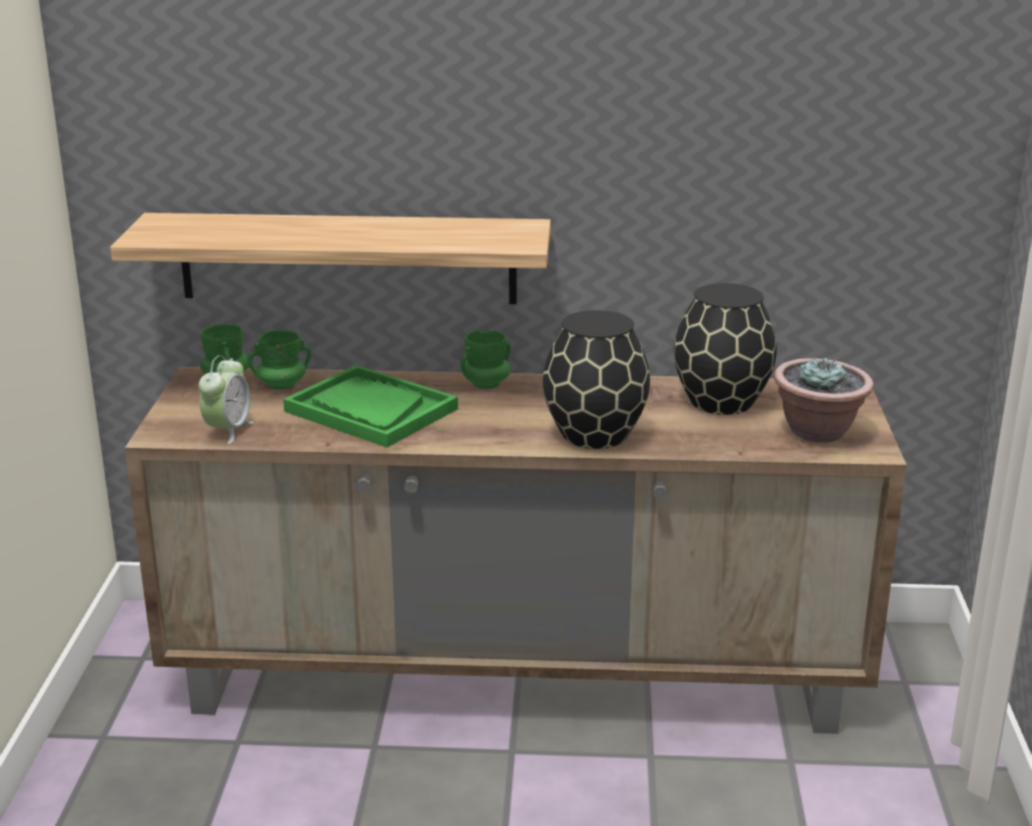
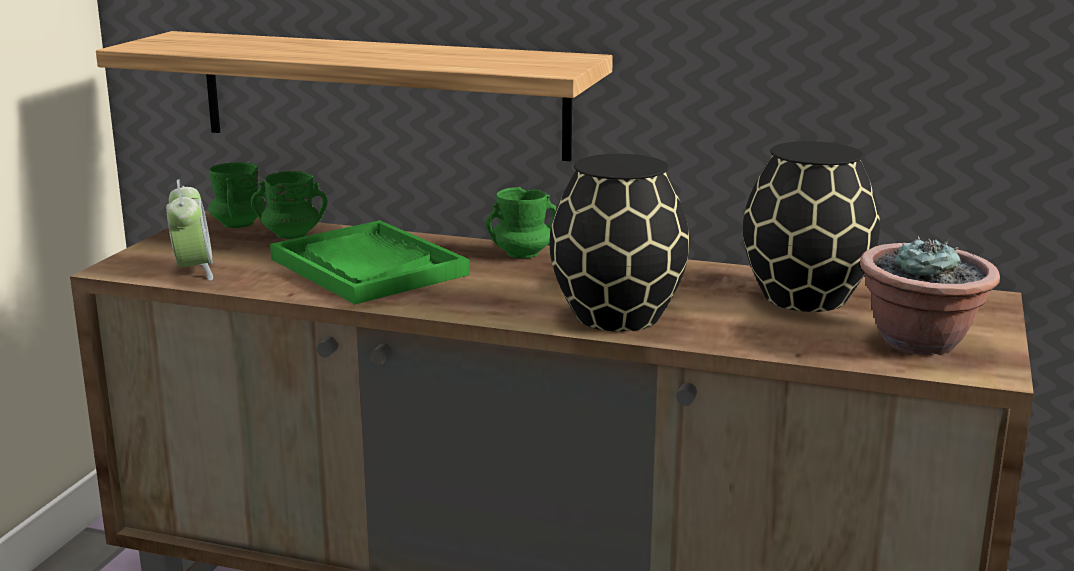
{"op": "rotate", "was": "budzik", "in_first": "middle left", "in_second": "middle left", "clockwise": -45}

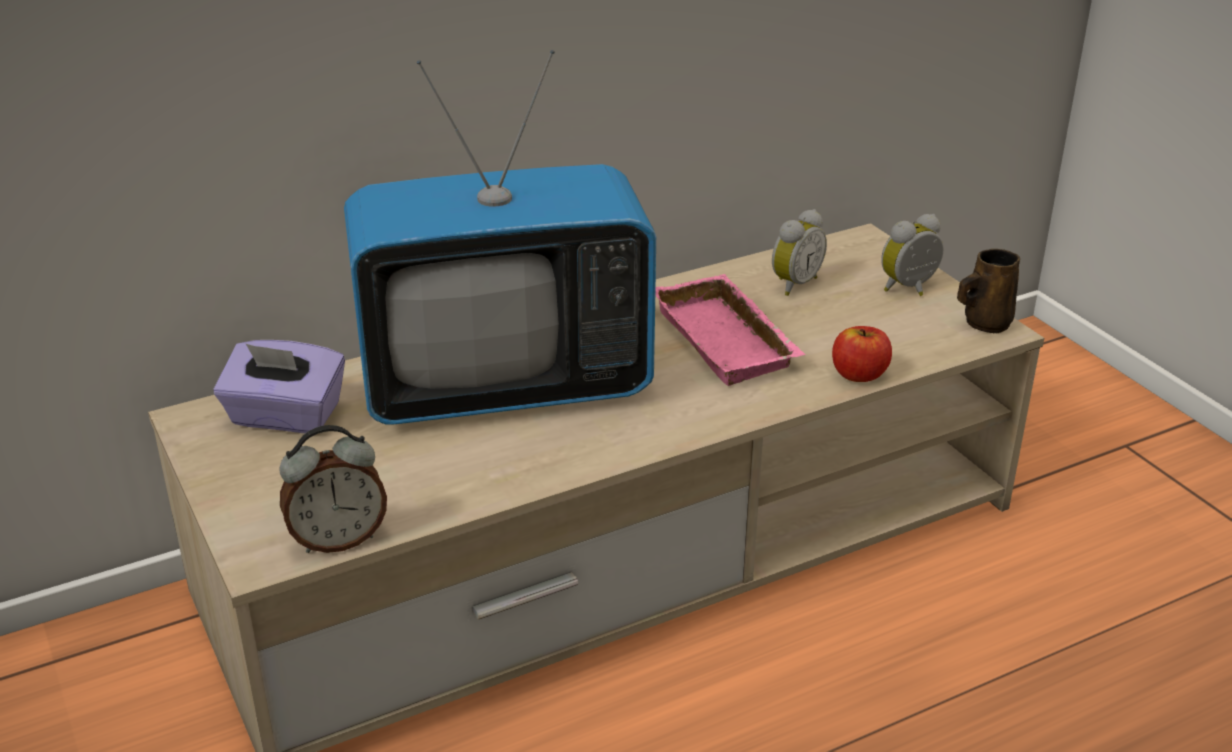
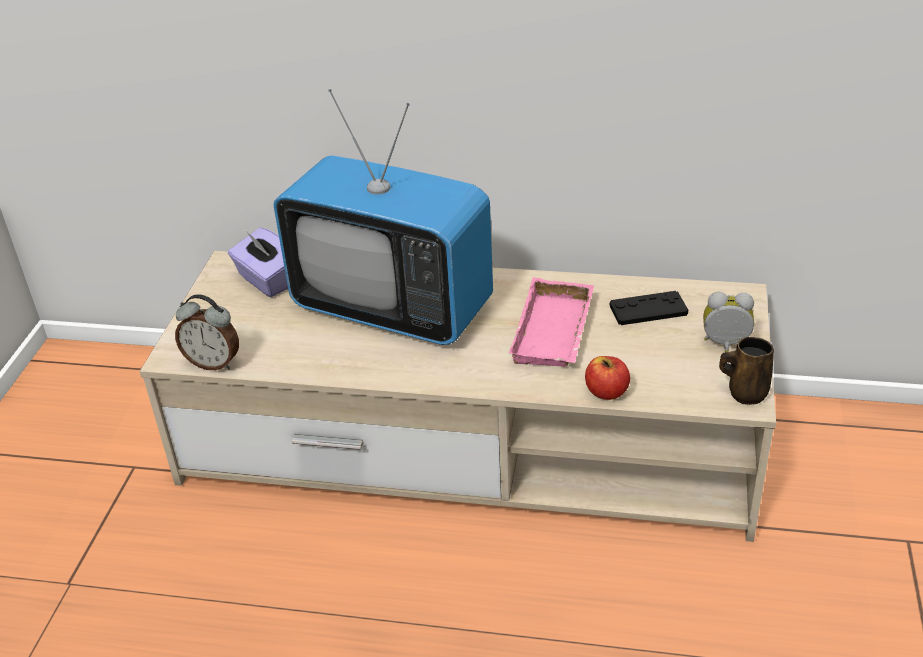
{"op": "replace", "was": "budzik (2nd from left)", "now": "pad do gier/czarny", "in_first": "centre", "in_second": "middle right"}

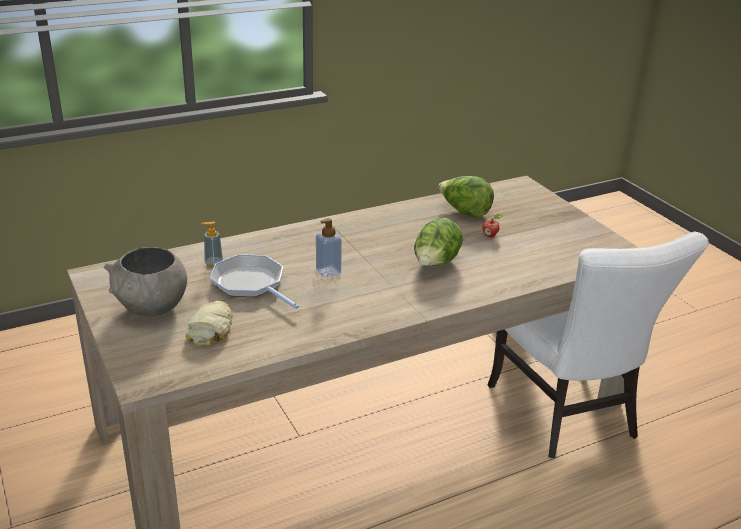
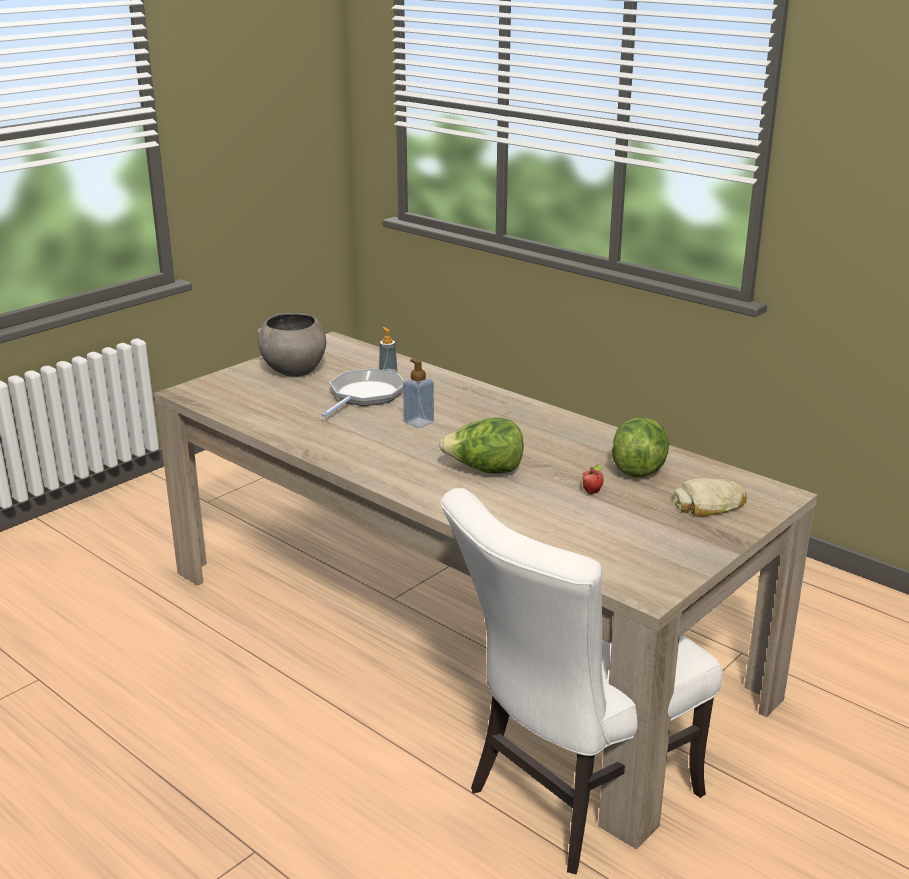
{"op": "move", "was": "chleb", "in_first": "middle left", "in_second": "middle right"}

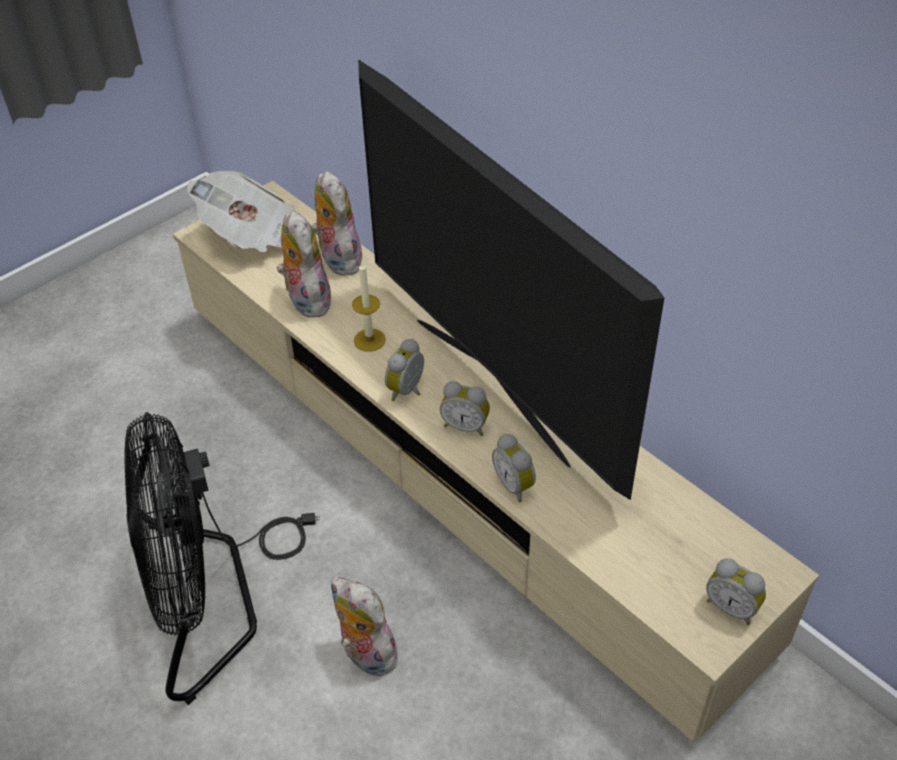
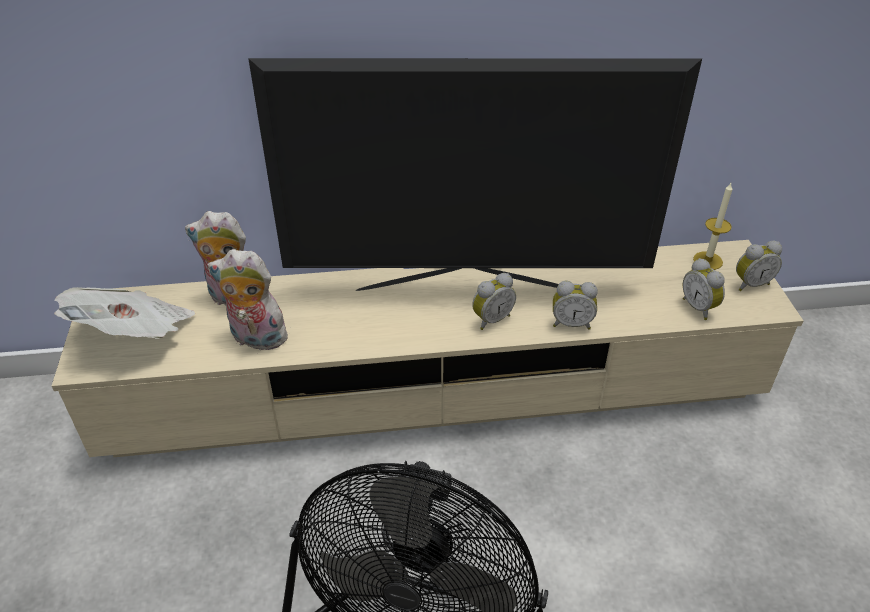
{"op": "delete", "was": "pluszak (3rd from left)", "in_first": "bottom centre"}
{"op": "move", "was": "świeca", "in_first": "centre", "in_second": "middle right"}
{"op": "move", "was": "budzik (1st from left in the first image)", "now": "budzik (3rd from left)", "in_first": "centre", "in_second": "middle right"}

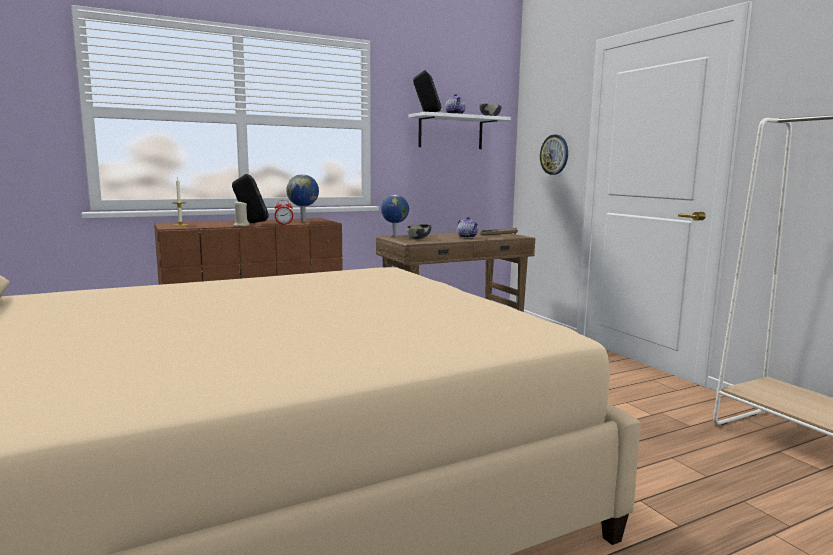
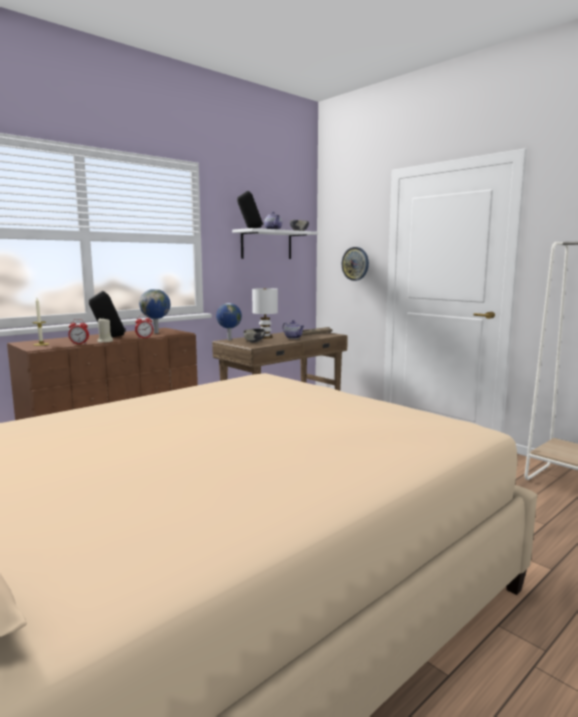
{"op": "insert", "now": "budzik (1st from left)", "in_second": "middle left"}
{"op": "insert", "now": "lampa stołowa/biały", "in_second": "centre"}

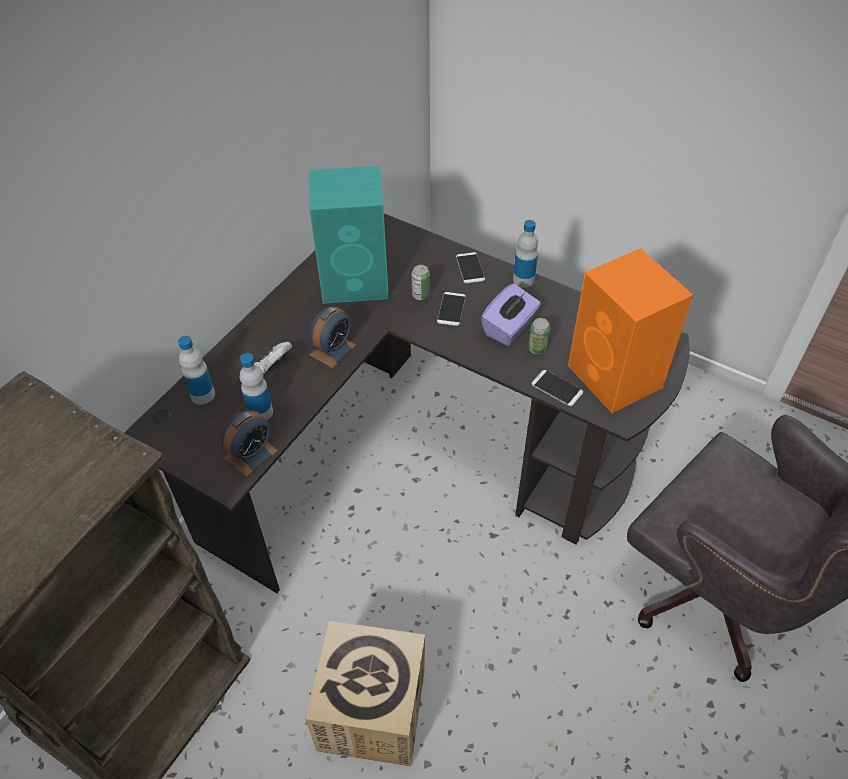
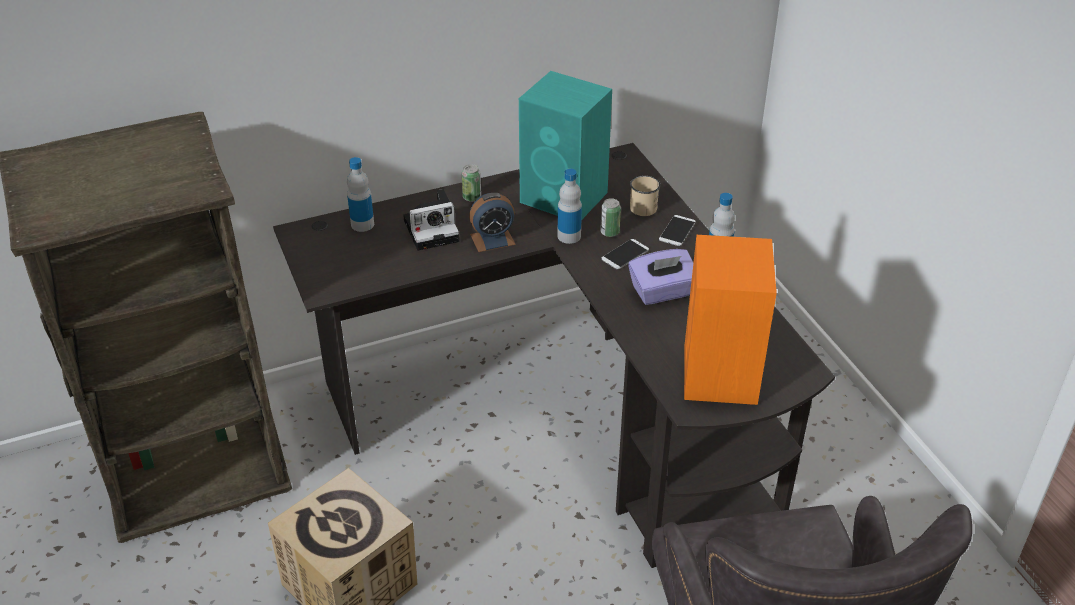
{"op": "delete", "was": "budzik (1st from left)", "in_first": "middle left"}
{"op": "move", "was": "butelka (2nd from left)", "in_first": "middle left", "in_second": "centre"}
{"op": "replace", "was": "pad do gier/biały", "now": "aparat fotograficzny", "in_first": "middle left", "in_second": "centre"}
{"op": "move", "was": "puszka (2nd from left in the first image)", "now": "puszka (1st from left)", "in_first": "centre", "in_second": "top centre"}
{"op": "delete", "was": "telefon (3rd from left)", "in_first": "centre"}
{"op": "insert", "now": "kubek/beżowy", "in_second": "top centre"}

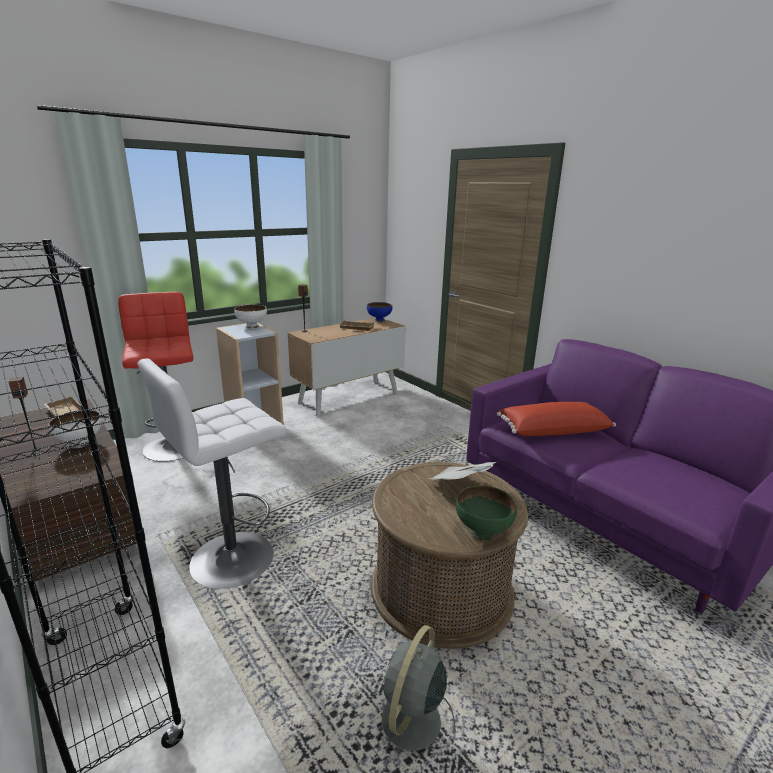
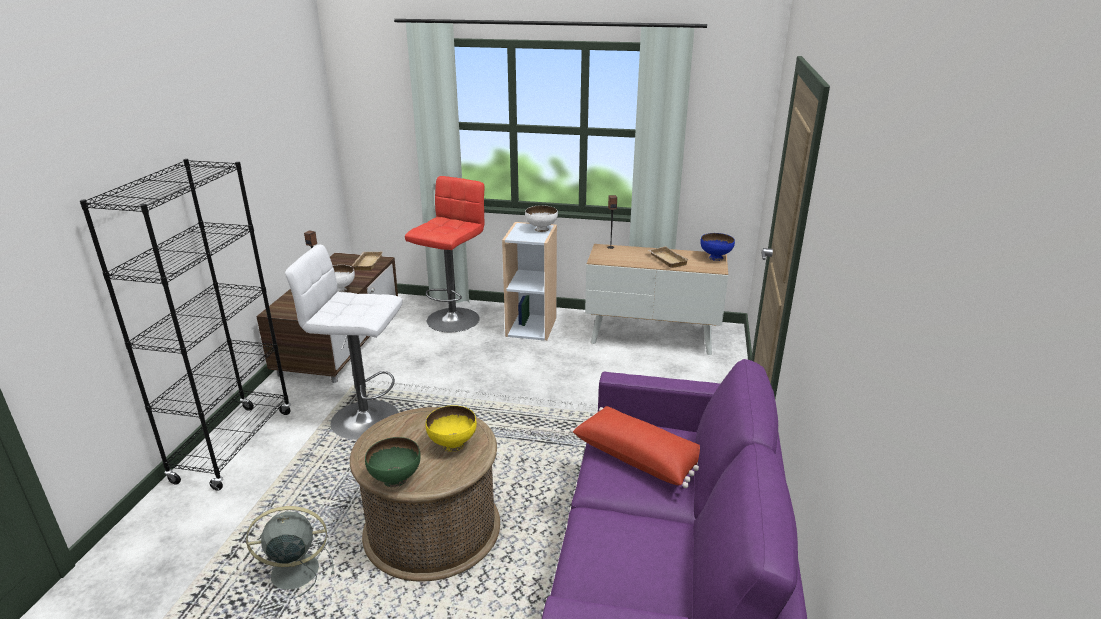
{"op": "replace", "was": "gazeta", "now": "miska/żółty", "in_first": "centre", "in_second": "bottom centre"}

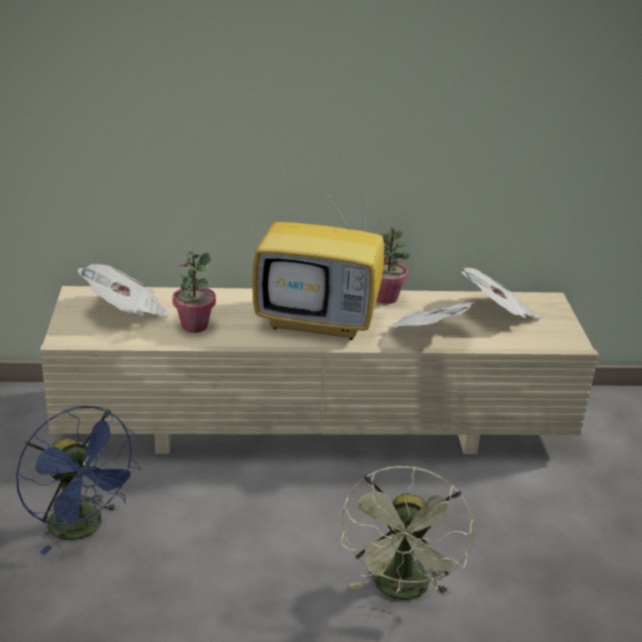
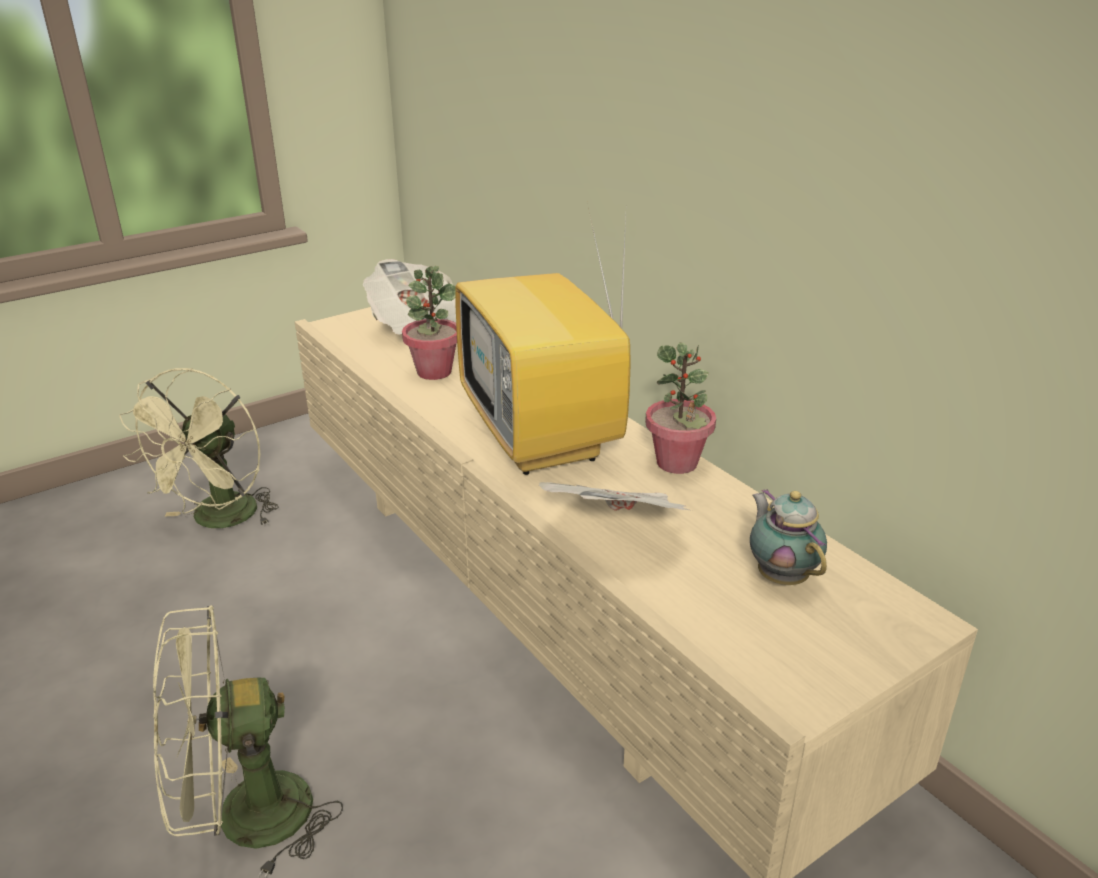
{"op": "recolor", "was": "wentylator/niebieski", "now": "wentylator/zielony (1st from left)", "in_first": "bottom left", "in_second": "middle left"}
{"op": "replace", "was": "gazeta (3rd from left)", "now": "imbryk", "in_first": "middle right", "in_second": "middle right"}

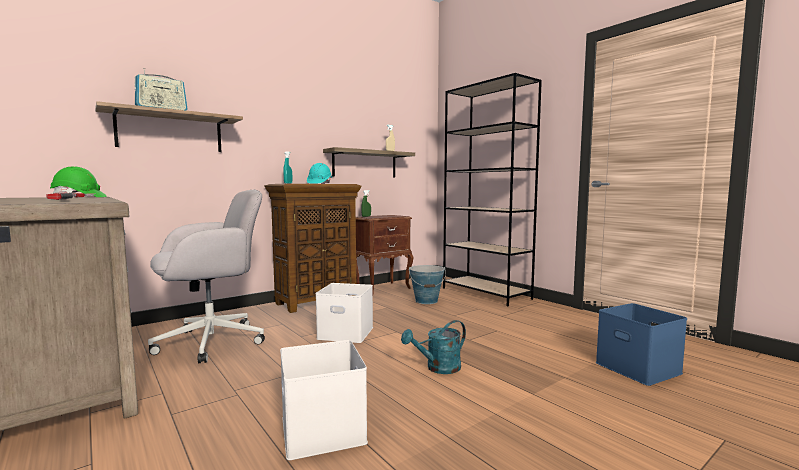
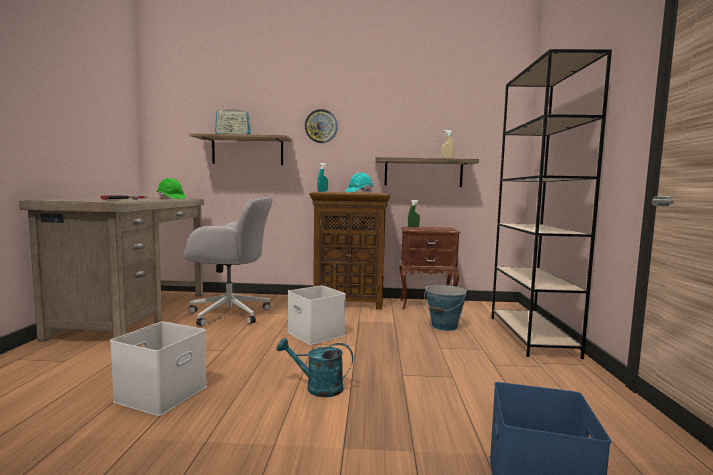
{"op": "insert", "now": "zegar ścienny", "in_second": "top centre"}

